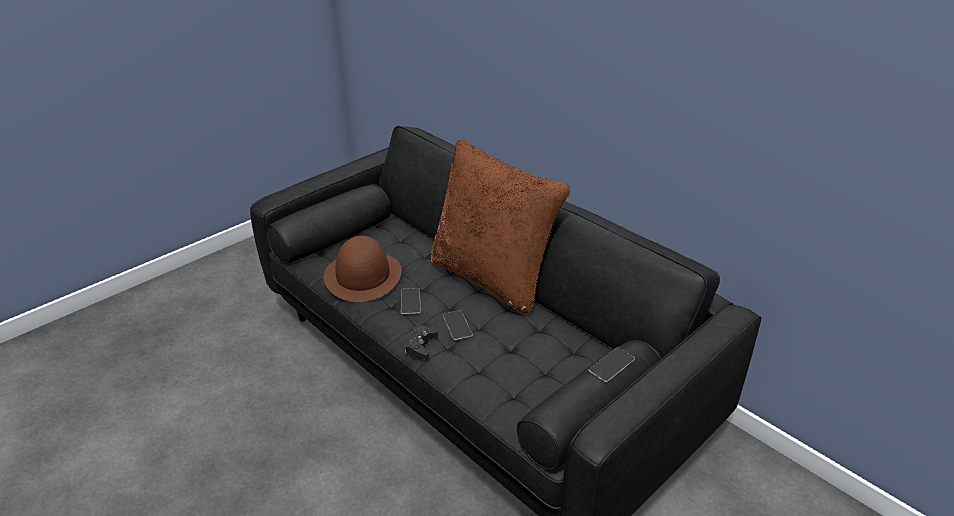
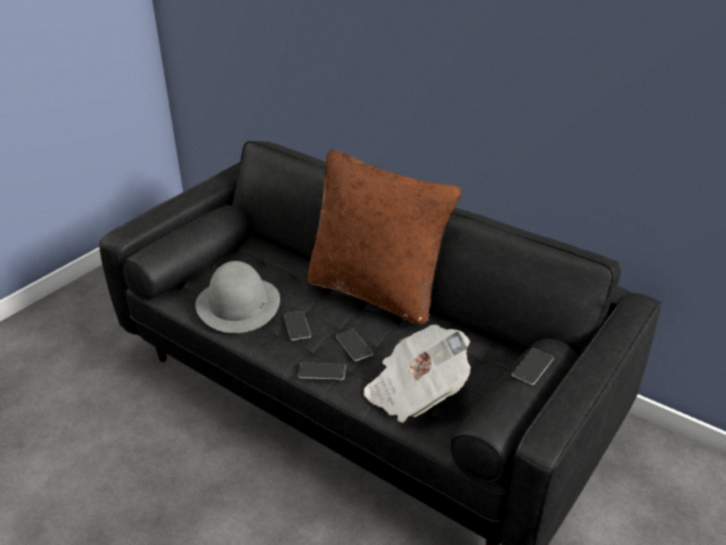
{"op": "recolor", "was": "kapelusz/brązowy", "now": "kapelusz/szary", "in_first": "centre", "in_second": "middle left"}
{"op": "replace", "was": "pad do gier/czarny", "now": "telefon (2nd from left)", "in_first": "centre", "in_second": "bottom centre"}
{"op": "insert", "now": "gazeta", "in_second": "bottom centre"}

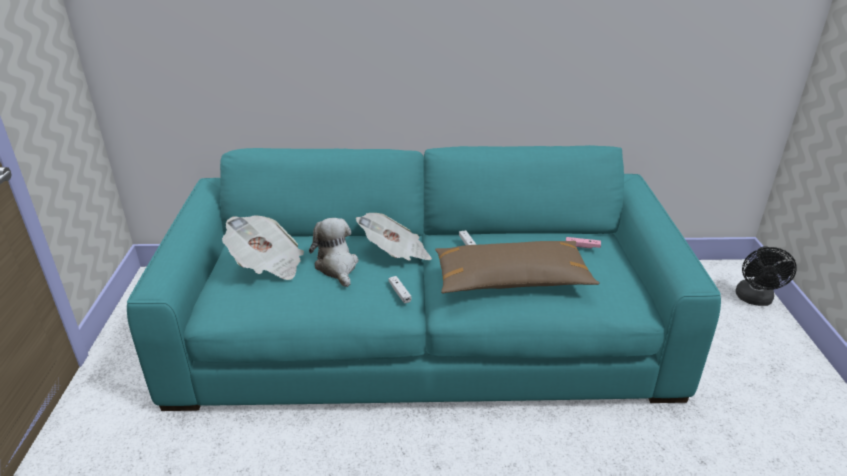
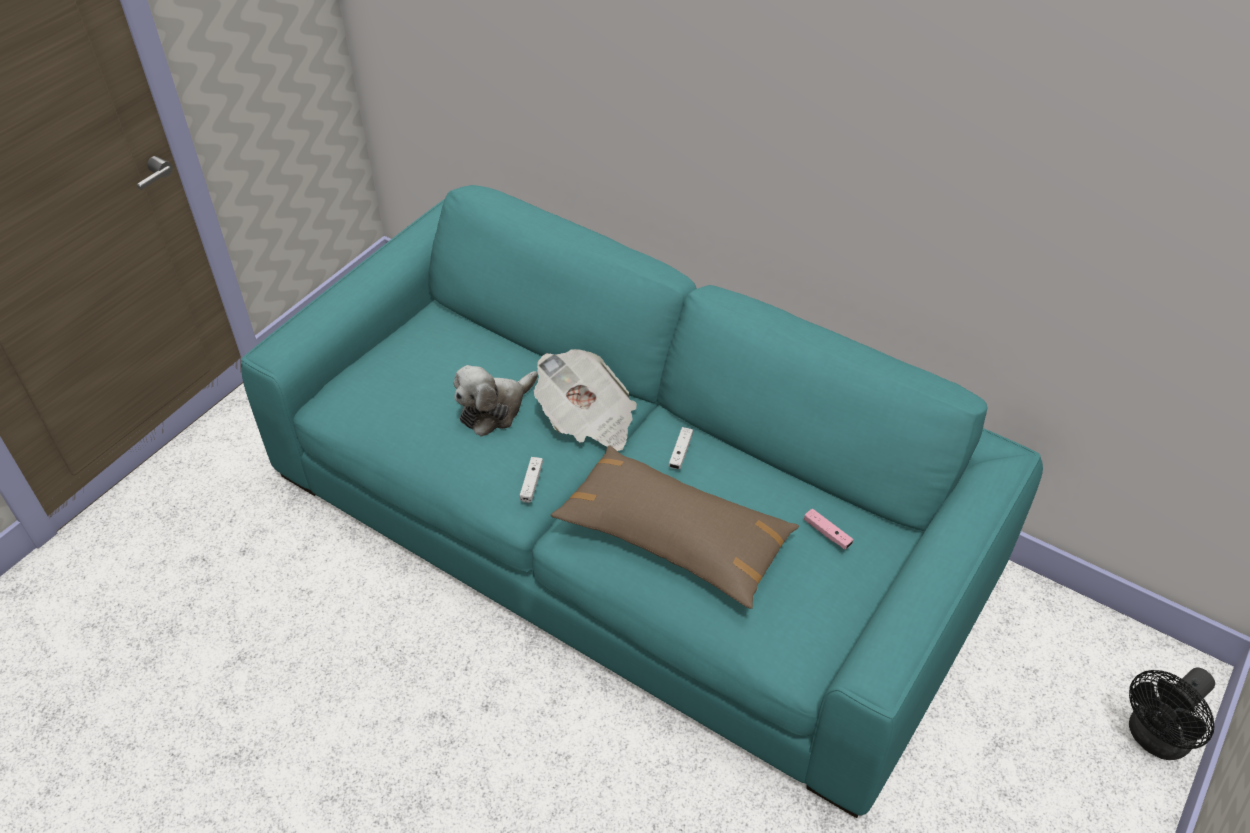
{"op": "delete", "was": "gazeta (1st from left)", "in_first": "middle left"}
{"op": "rotate", "was": "pluszak", "in_first": "centre", "in_second": "centre", "clockwise": -150}

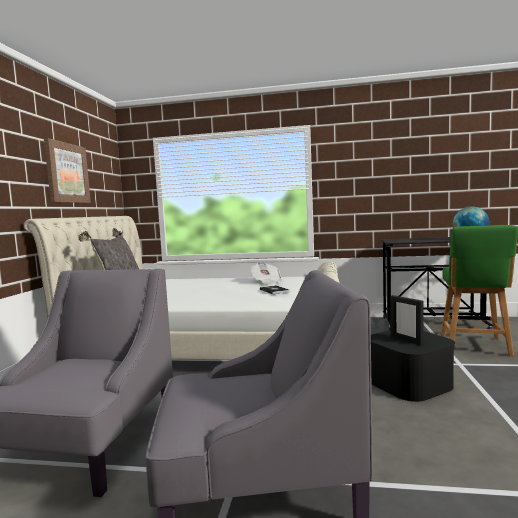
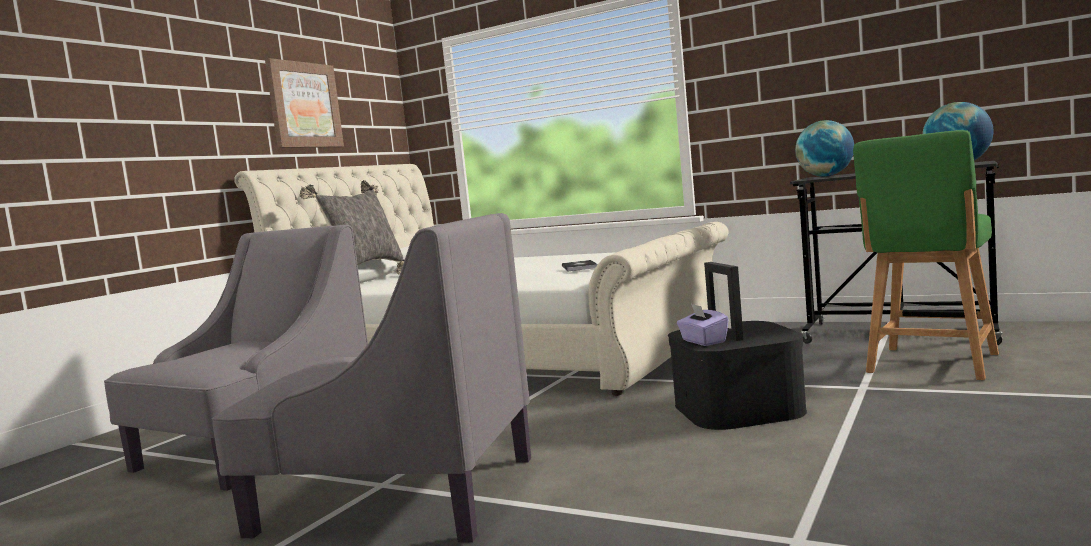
{"op": "delete", "was": "gazeta", "in_first": "centre"}
{"op": "insert", "now": "pudełko chusteczek/fioletowy", "in_second": "centre"}
{"op": "insert", "now": "globus (1st from left)", "in_second": "top right"}

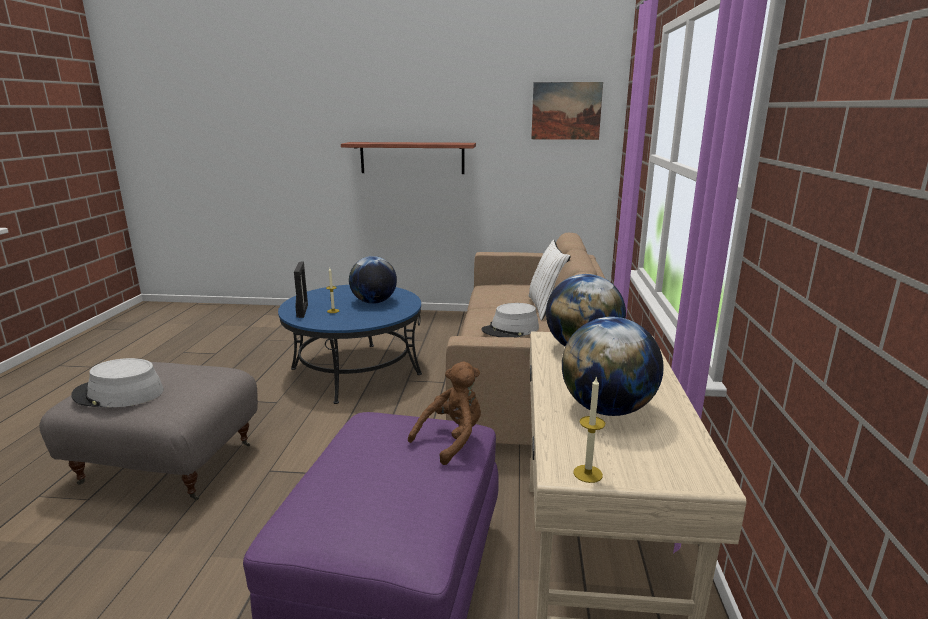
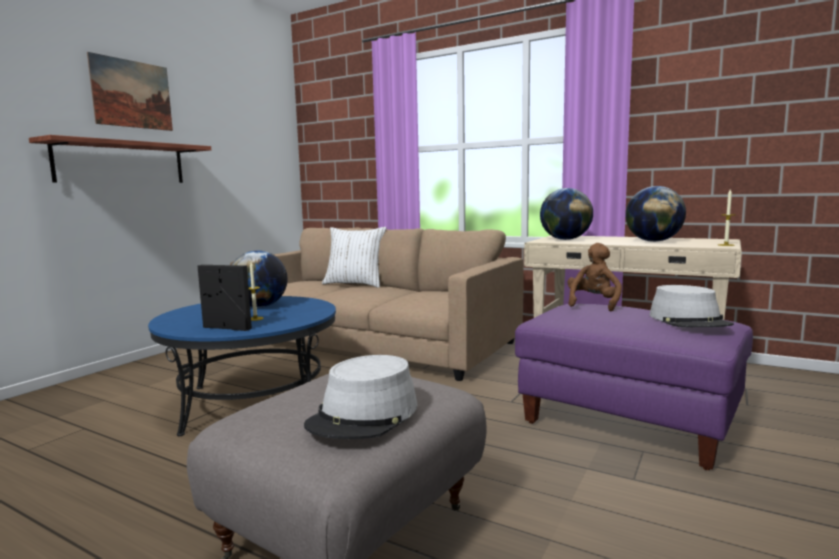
{"op": "rotate", "was": "pluszak/brązowy", "in_first": "bottom centre", "in_second": "middle right", "clockwise": 45}
{"op": "move", "was": "kapelusz/szary (2nd from left)", "in_first": "centre", "in_second": "middle right"}
{"op": "move", "was": "obraz", "in_first": "top centre", "in_second": "top left"}

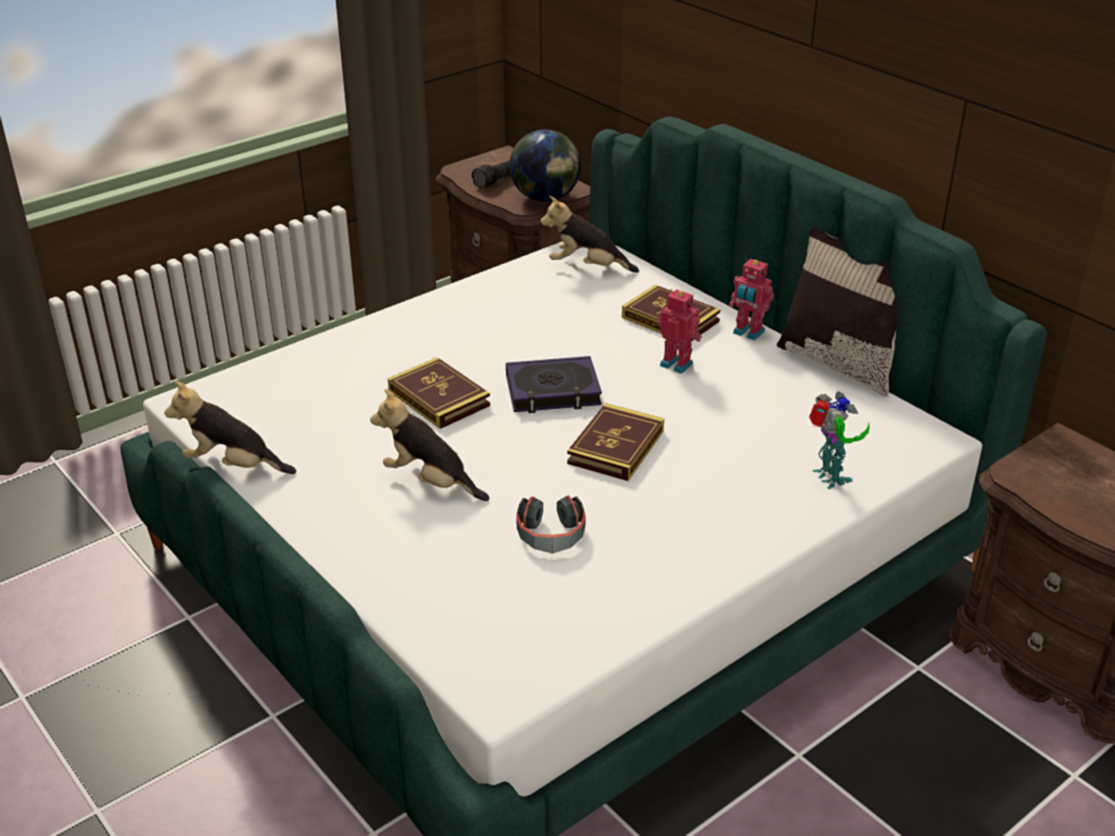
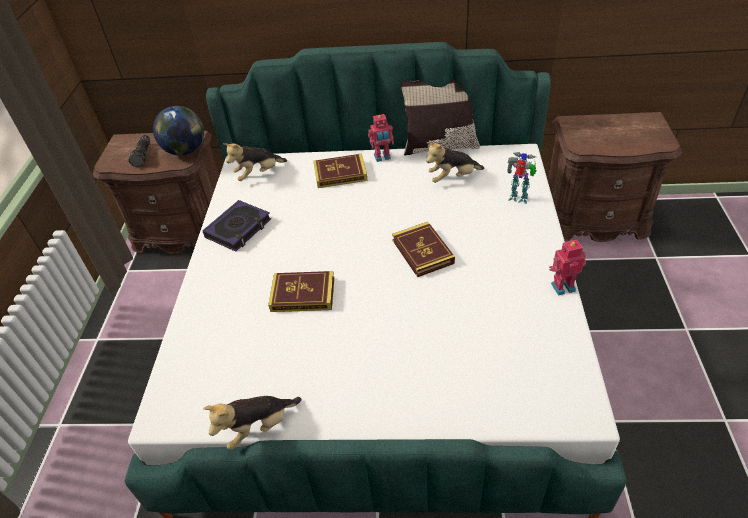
{"op": "move", "was": "pluszak (2nd from left in the first image)", "now": "pluszak (3rd from left)", "in_first": "centre", "in_second": "top centre"}
{"op": "move", "was": "książka (2nd from left in the first image)", "now": "książka (1st from left)", "in_first": "centre", "in_second": "middle left"}
{"op": "delete", "was": "słuchawki", "in_first": "centre"}
{"op": "move", "was": "robot zabawkowy (1st from left in the first image)", "now": "robot zabawkowy (3rd from left)", "in_first": "centre", "in_second": "middle right"}

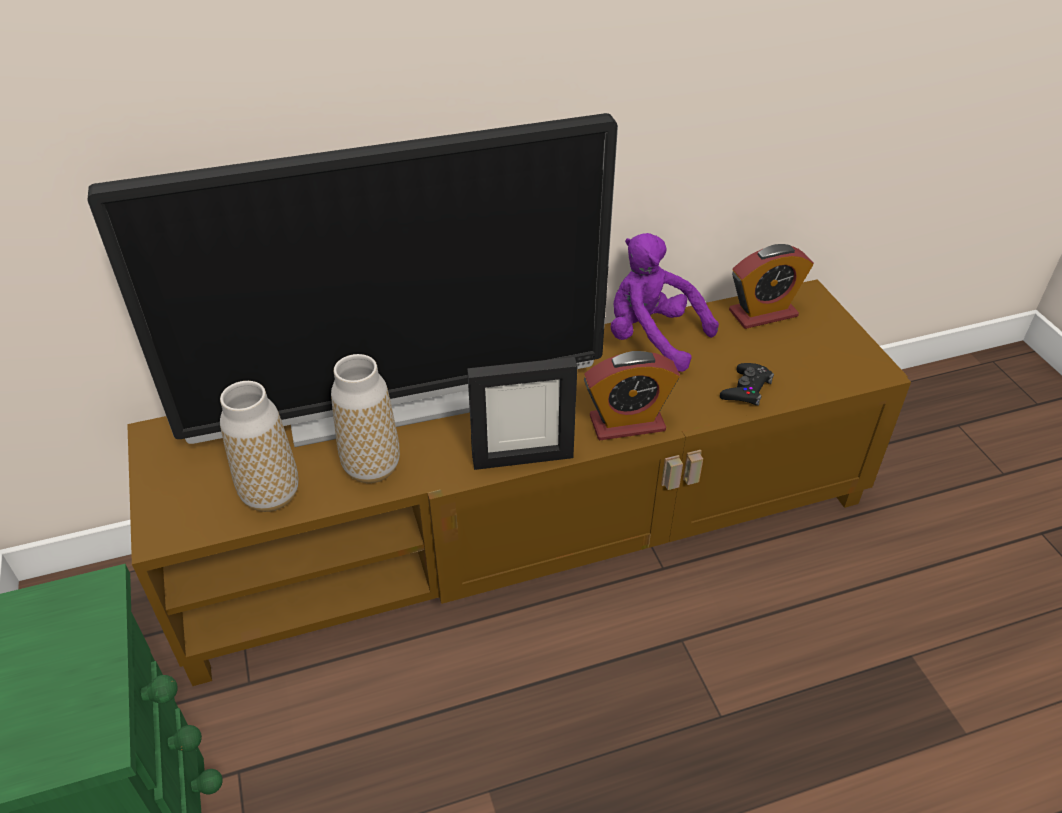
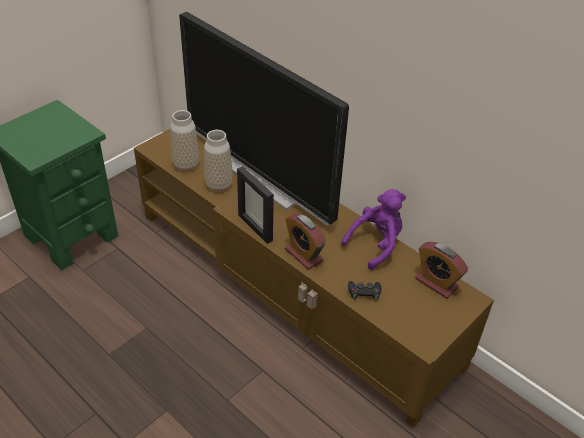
{"op": "rotate", "was": "pluszak/fioletowy", "in_first": "centre", "in_second": "centre", "clockwise": 45}

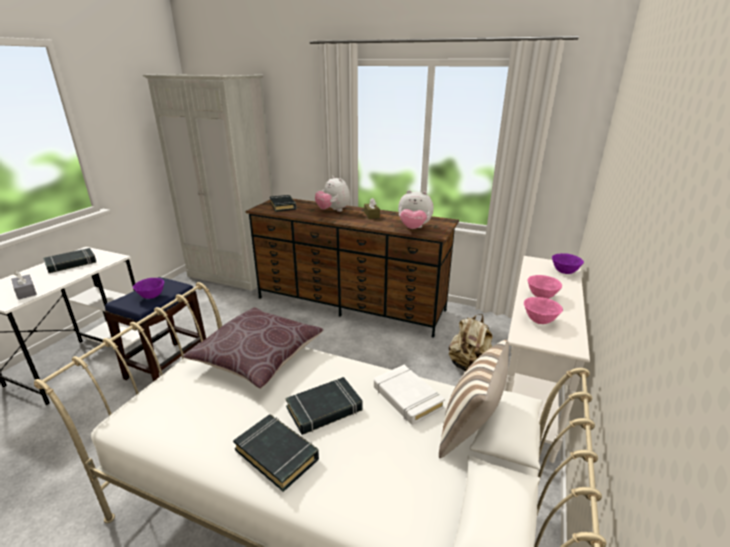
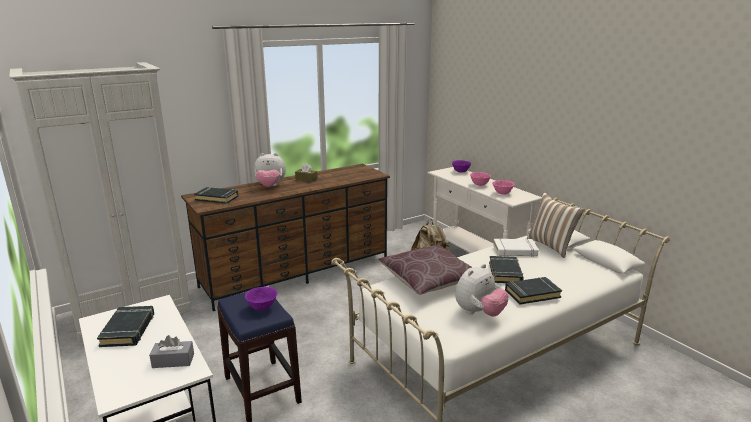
{"op": "move", "was": "pluszak (2nd from left)", "in_first": "centre", "in_second": "bottom centre"}

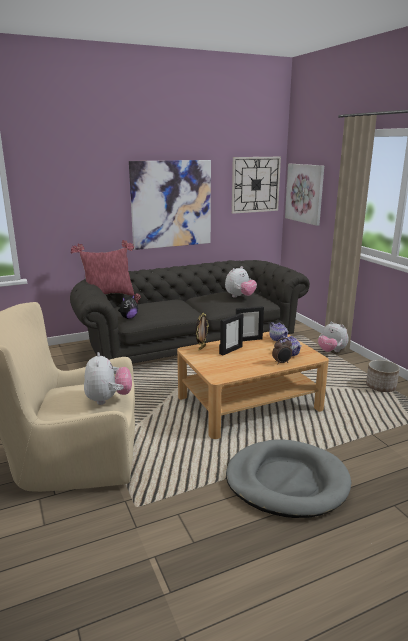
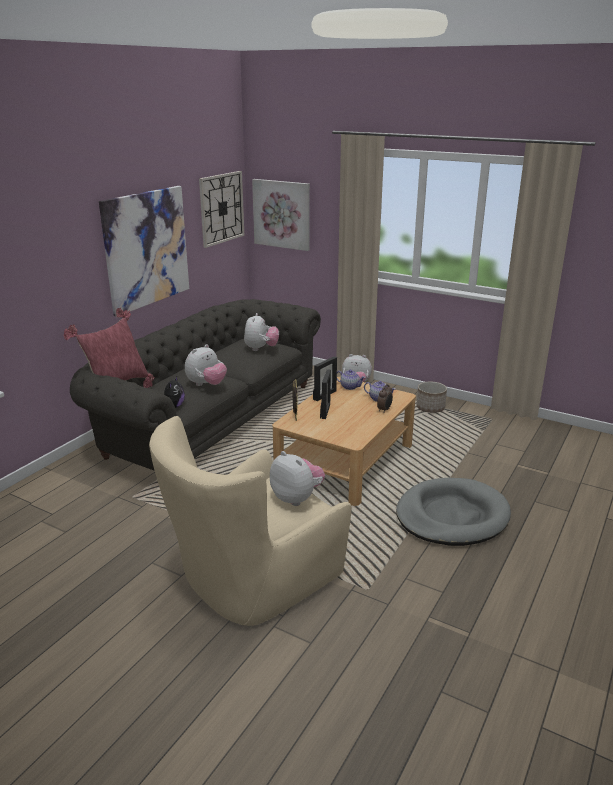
{"op": "insert", "now": "pluszak (2nd from left)", "in_second": "centre"}

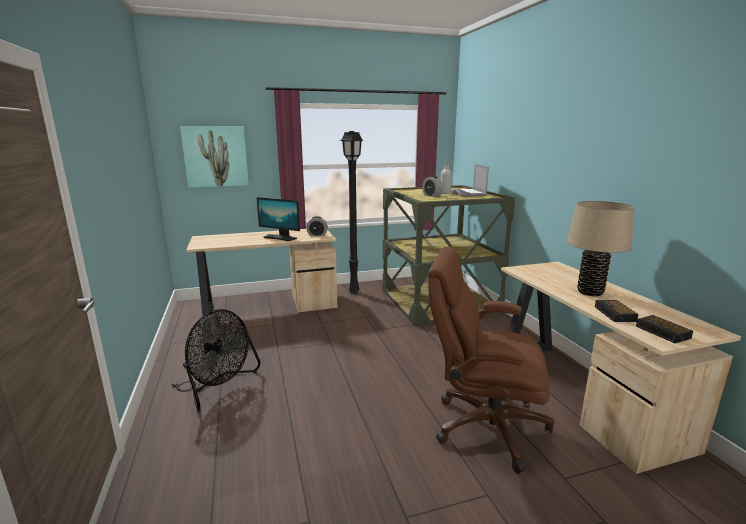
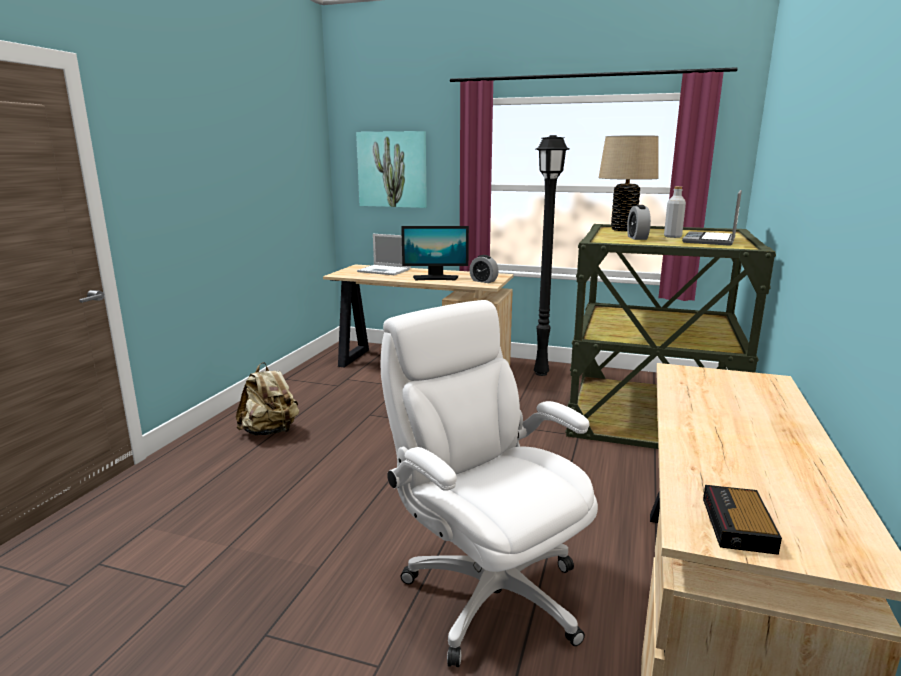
{"op": "replace", "was": "wentylator/czarny", "now": "plecak/beżowy", "in_first": "bottom left", "in_second": "middle left"}
{"op": "rotate", "was": "monitor", "in_first": "centre", "in_second": "centre", "clockwise": -60}
{"op": "recolor", "was": "krzesło biurowe/brązowy", "now": "krzesło biurowe/biały", "in_first": "bottom centre", "in_second": "bottom centre"}
{"op": "move", "was": "lampa stołowa/beżowy", "in_first": "middle right", "in_second": "top right"}
{"op": "delete", "was": "budzik (3rd from left)", "in_first": "middle right"}
{"op": "insert", "now": "laptop (1st from left)", "in_second": "centre"}

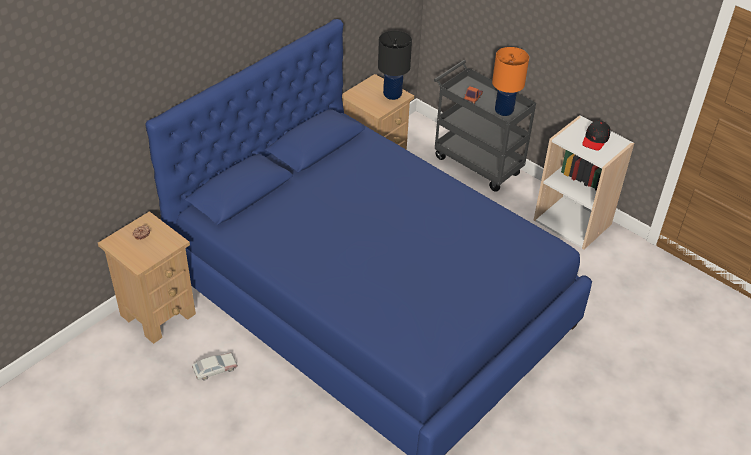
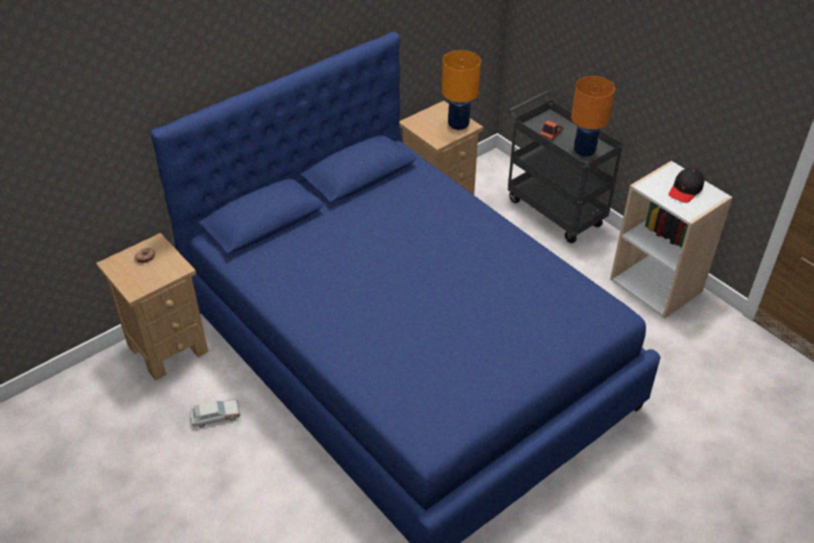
{"op": "recolor", "was": "lampa stołowa/czarny", "now": "lampa stołowa/pomarańczowy (1st from left)", "in_first": "top centre", "in_second": "top centre"}

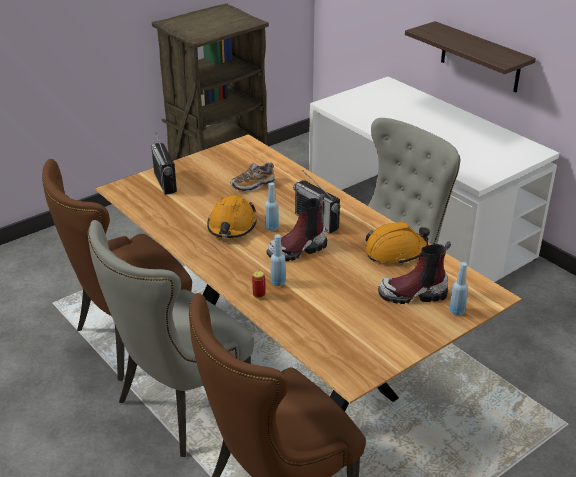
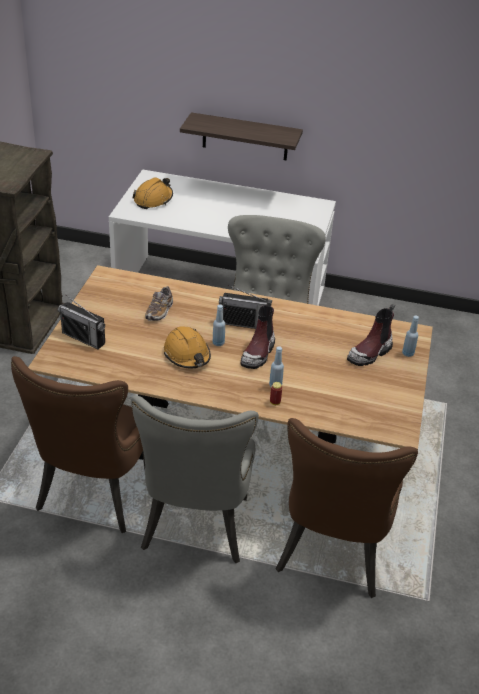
{"op": "move", "was": "kask/pomarańczowy (2nd from left in the first image)", "now": "kask/pomarańczowy (1st from left)", "in_first": "middle right", "in_second": "top left"}

